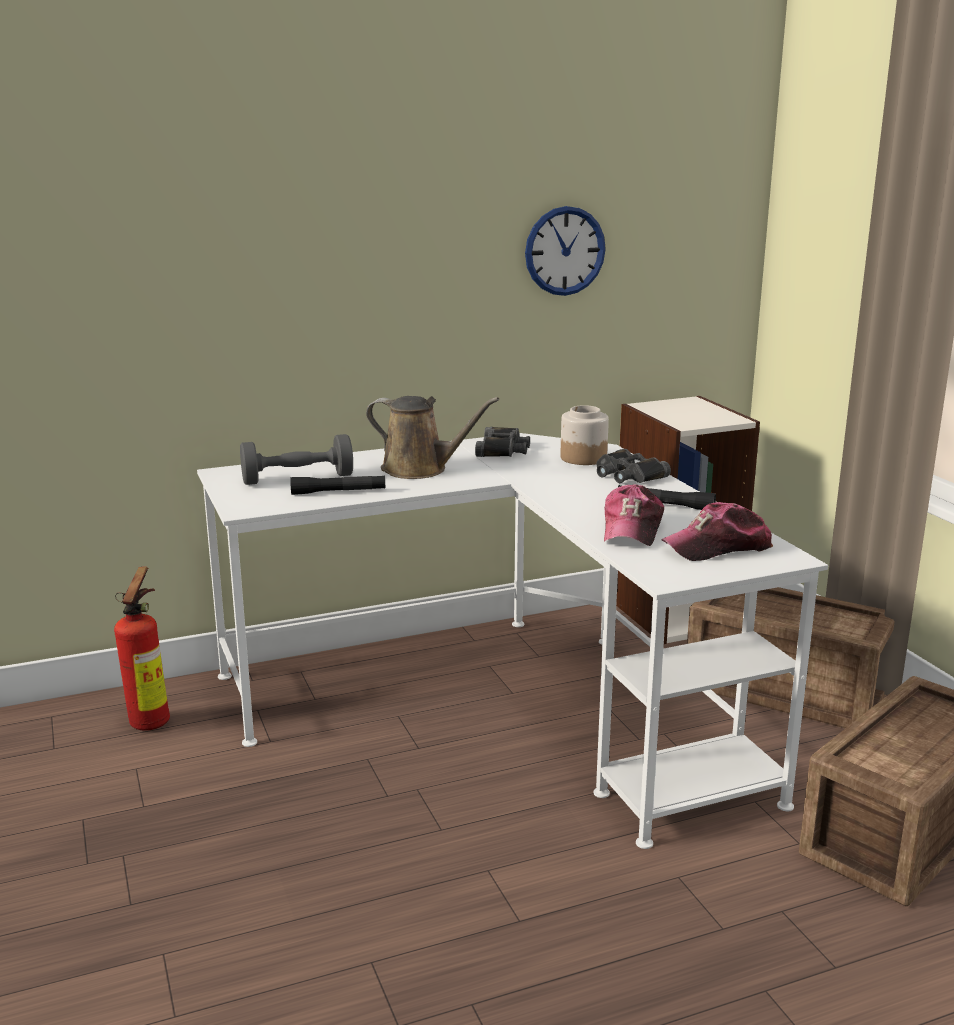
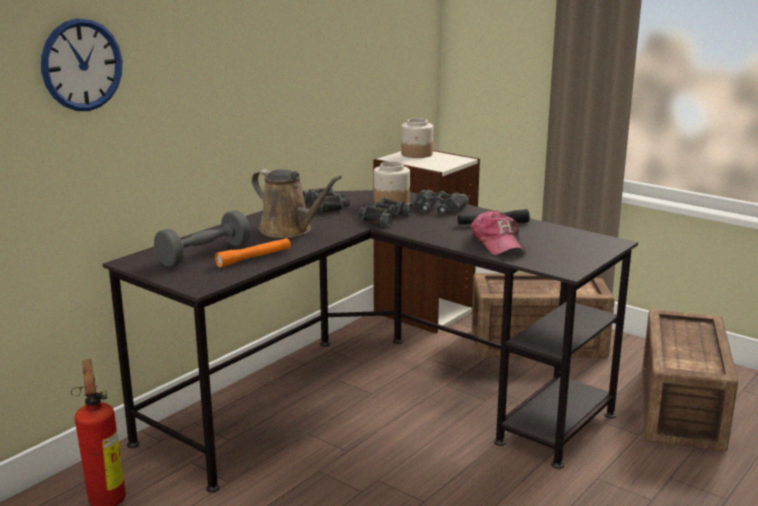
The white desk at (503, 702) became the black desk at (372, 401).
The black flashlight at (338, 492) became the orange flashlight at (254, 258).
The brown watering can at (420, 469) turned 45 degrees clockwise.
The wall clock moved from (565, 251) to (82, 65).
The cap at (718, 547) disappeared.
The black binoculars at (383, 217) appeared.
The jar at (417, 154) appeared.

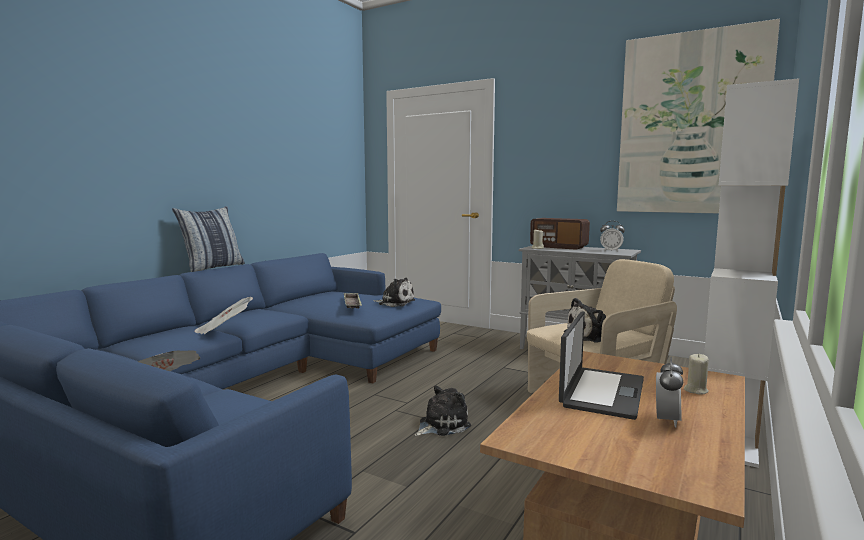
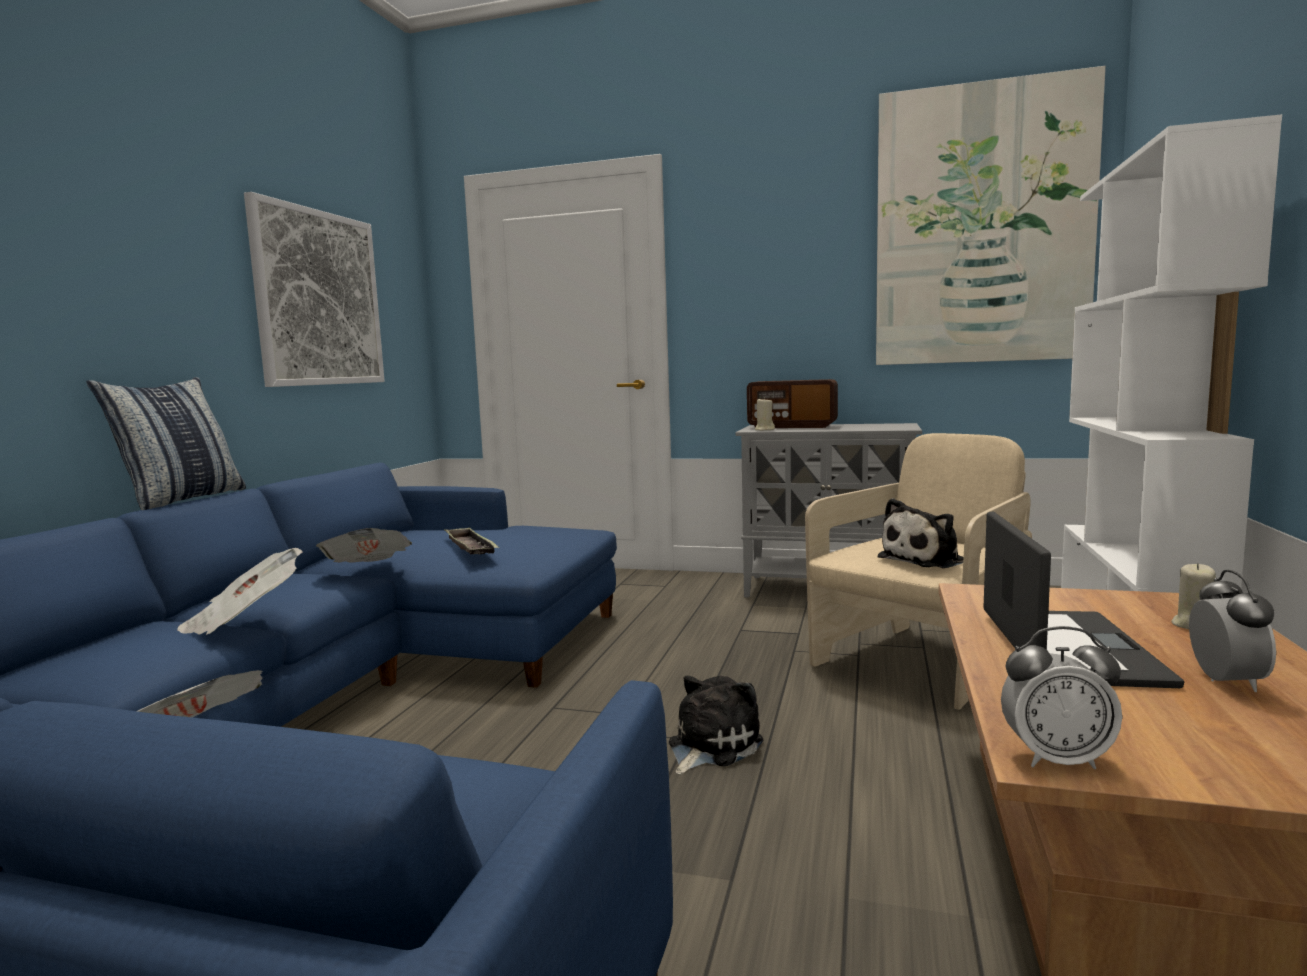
The plush toy at (395, 303) disappeared.
The alarm clock moved from (611, 251) to (1056, 759).
The picture at (319, 298) appeared.
The newspaper at (368, 571) appeared.

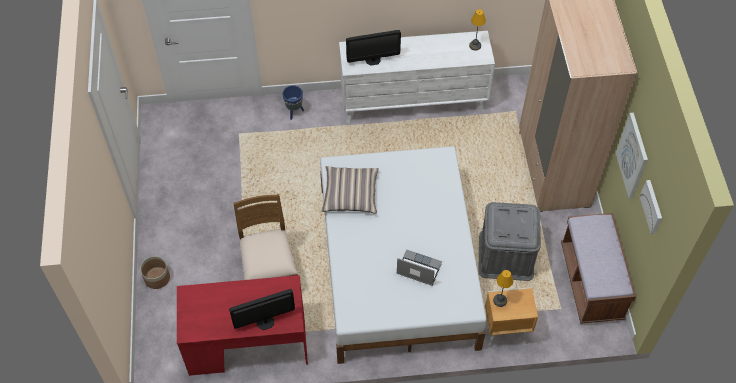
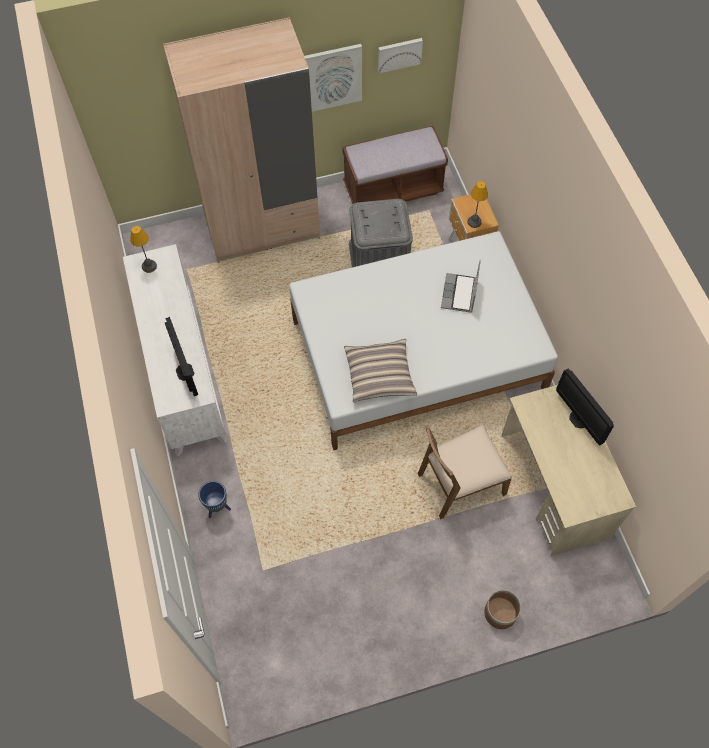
The red desk at (247, 344) became the beige desk at (554, 485).

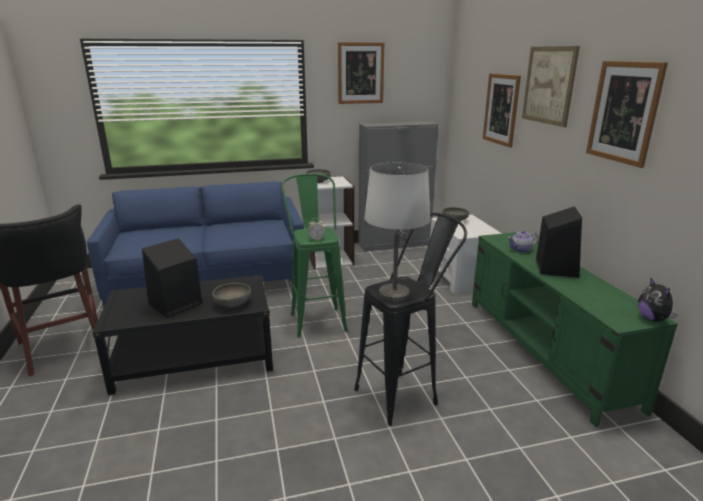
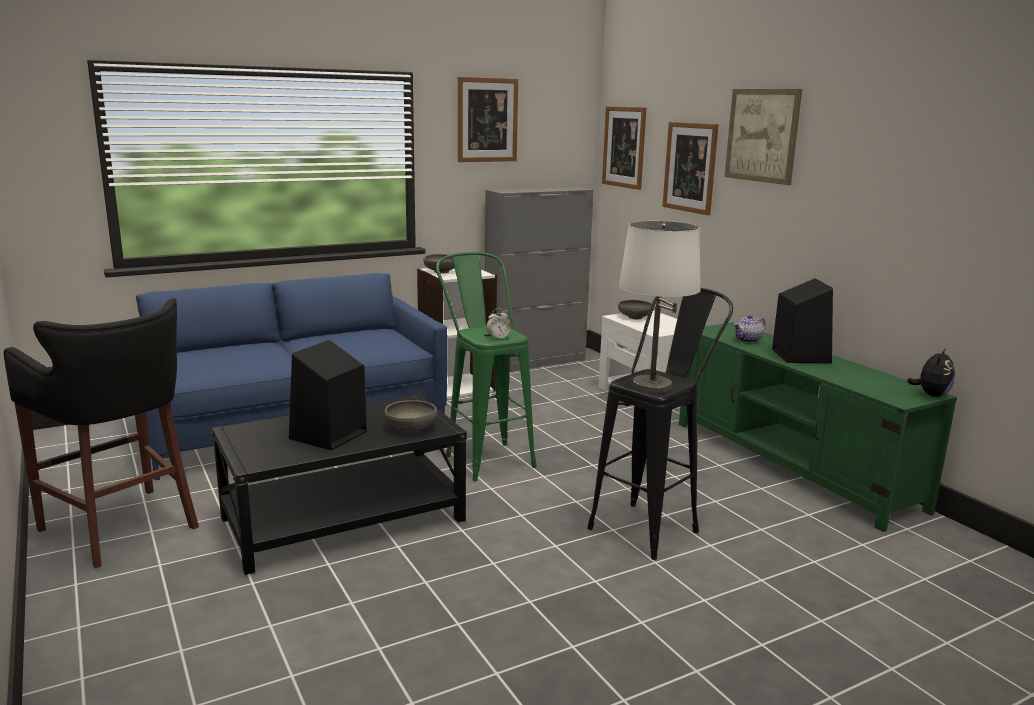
The picture moved from (624, 112) to (624, 147).
The plush toy at (653, 319) turned 120 degrees counterclockwise.

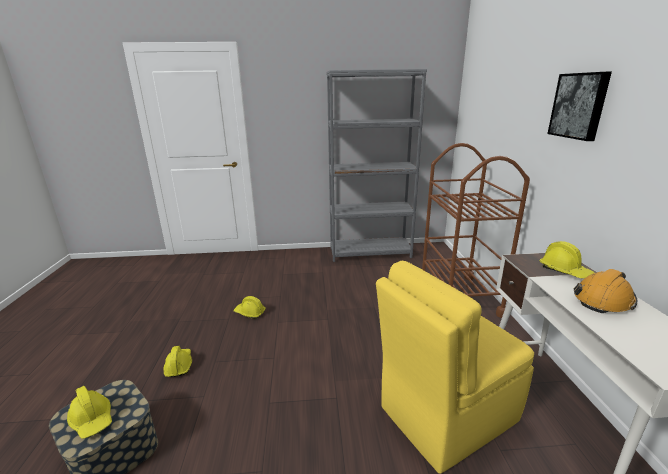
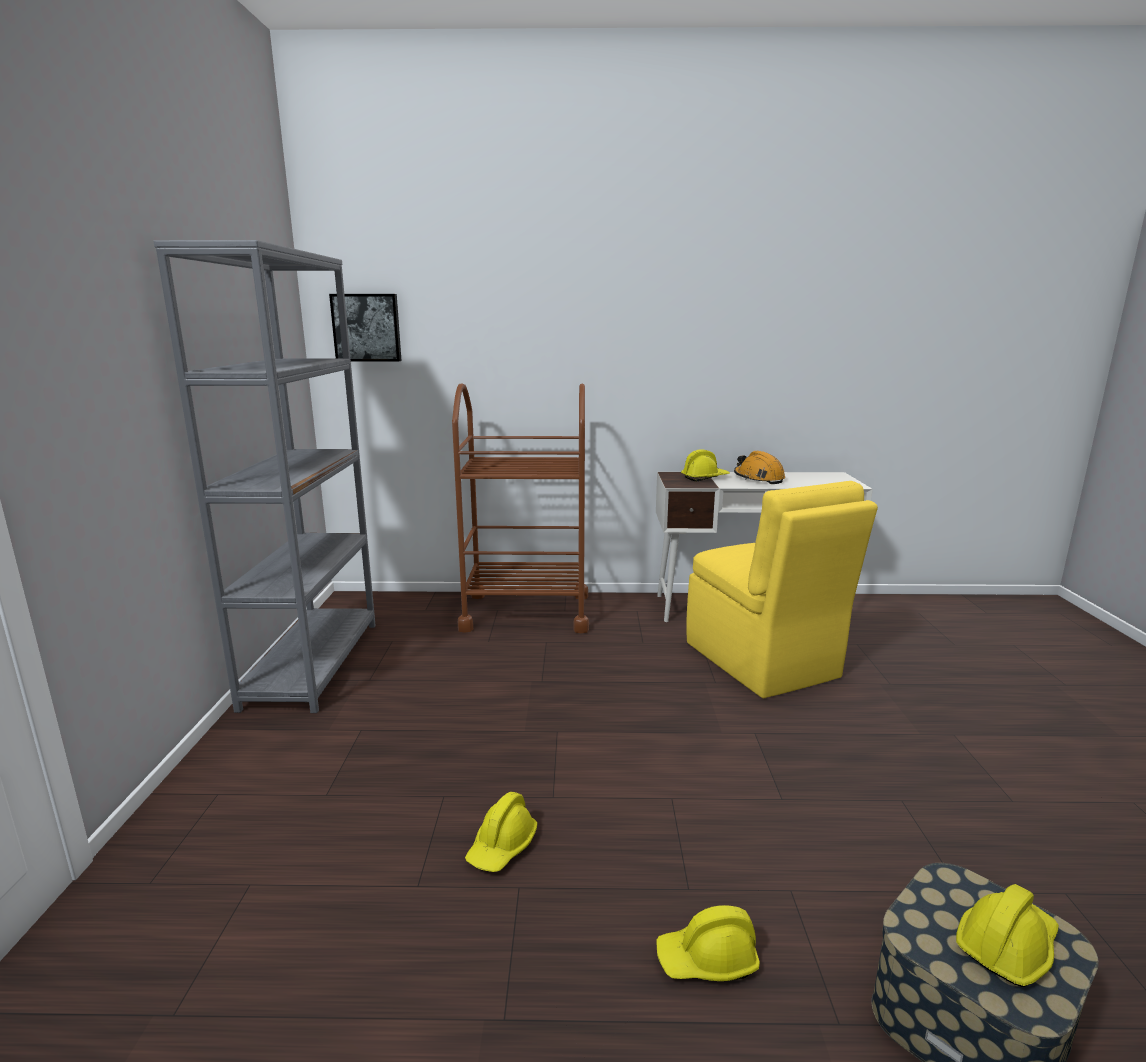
The picture moved from (579, 106) to (367, 327).

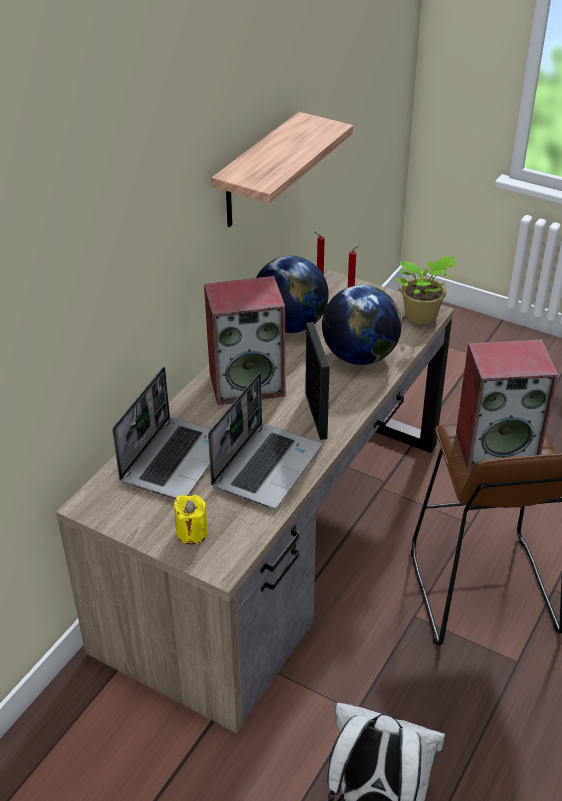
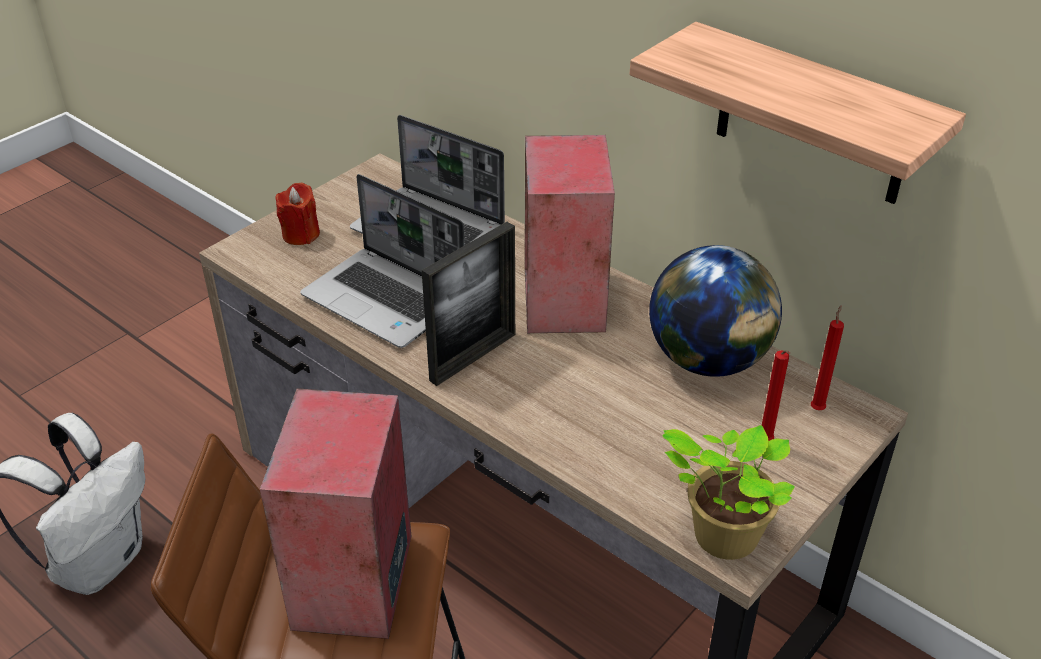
The yellow candle at (192, 532) became the red candle at (301, 234).
The picture frame at (316, 415) turned 45 degrees counterclockwise.
The globe at (360, 356) disappeared.

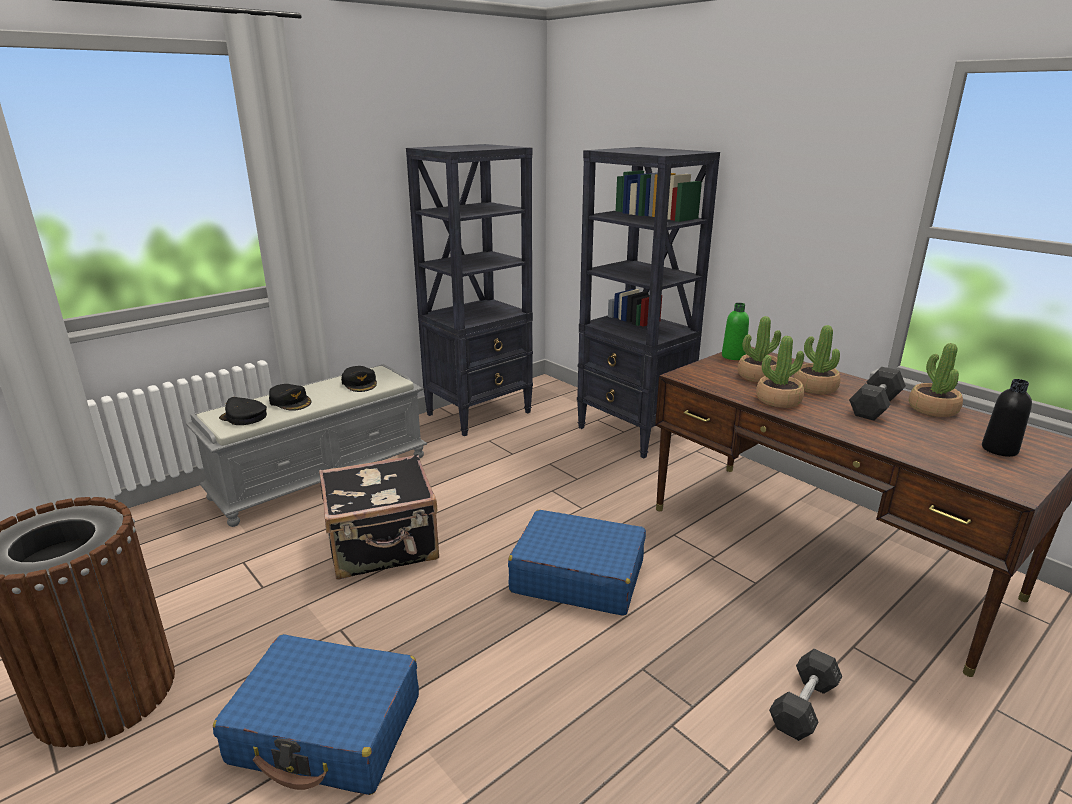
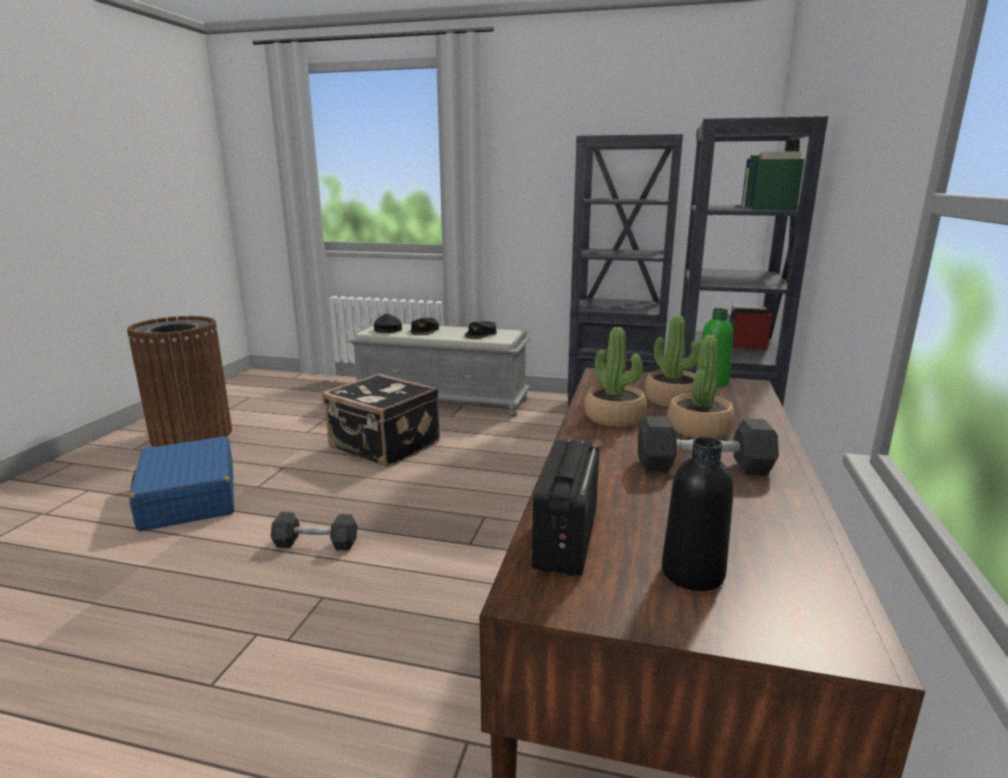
The blue suitcase at (577, 576) disappeared.
The grey dumbbell moved from (803, 706) to (316, 544).
The potted plant at (932, 409) disappeared.
The radio at (566, 539) appeared.

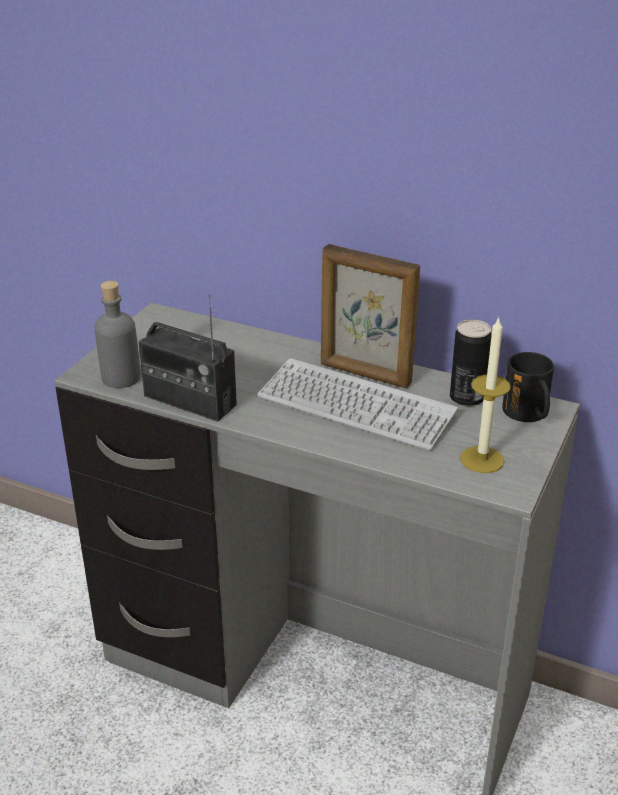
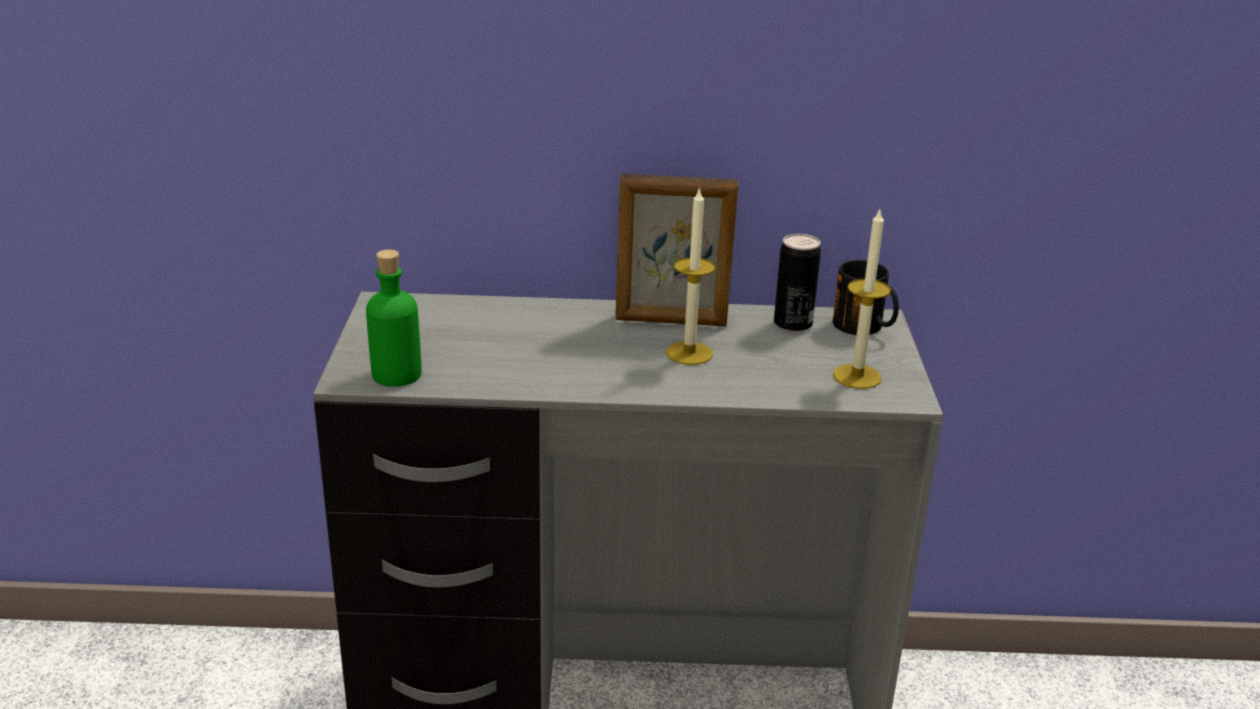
The grey bottle at (121, 377) became the green bottle at (396, 374).
The radio at (189, 401) disappeared.
The keyboard at (356, 406) was replaced by the candle at (689, 353).

